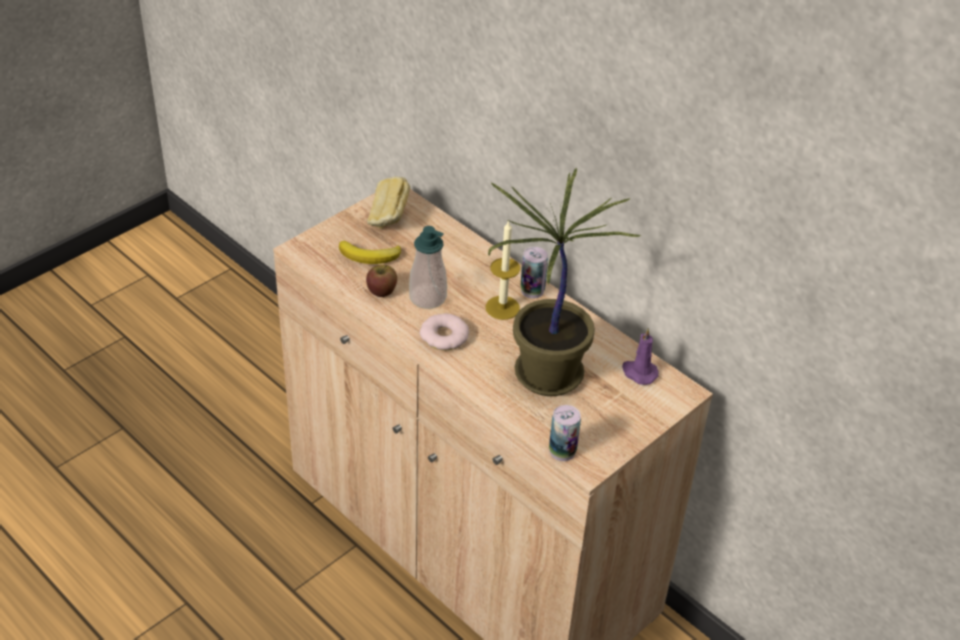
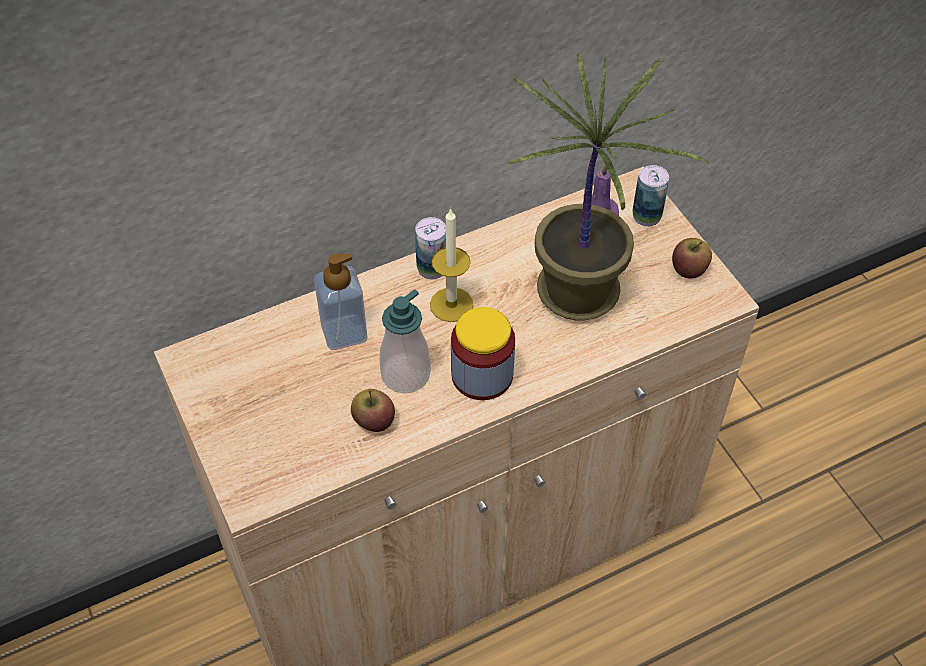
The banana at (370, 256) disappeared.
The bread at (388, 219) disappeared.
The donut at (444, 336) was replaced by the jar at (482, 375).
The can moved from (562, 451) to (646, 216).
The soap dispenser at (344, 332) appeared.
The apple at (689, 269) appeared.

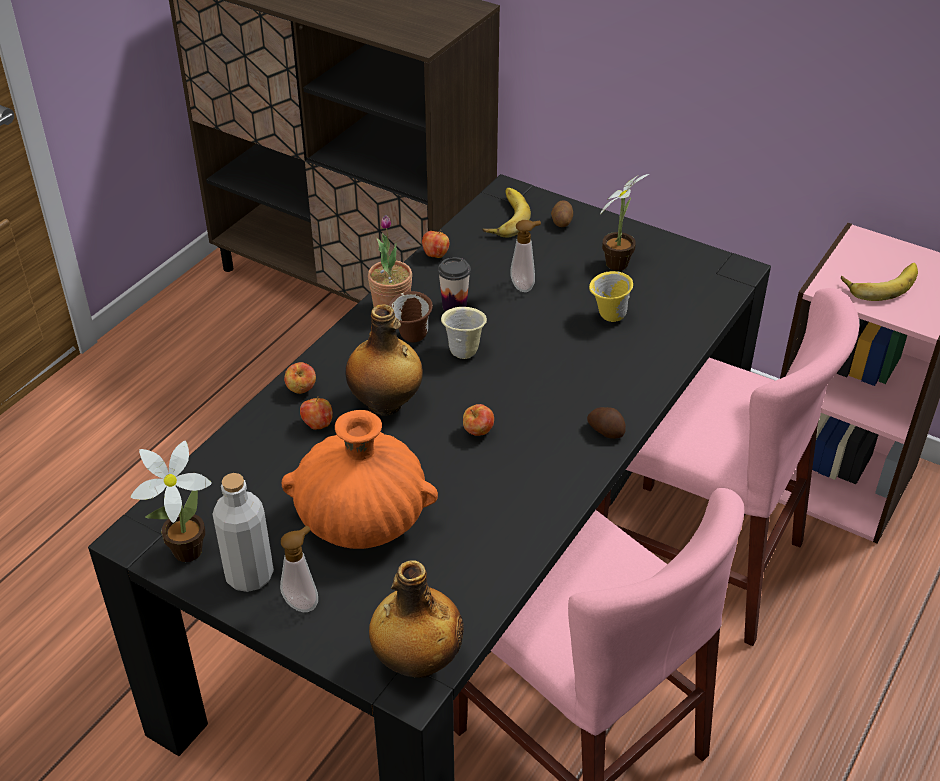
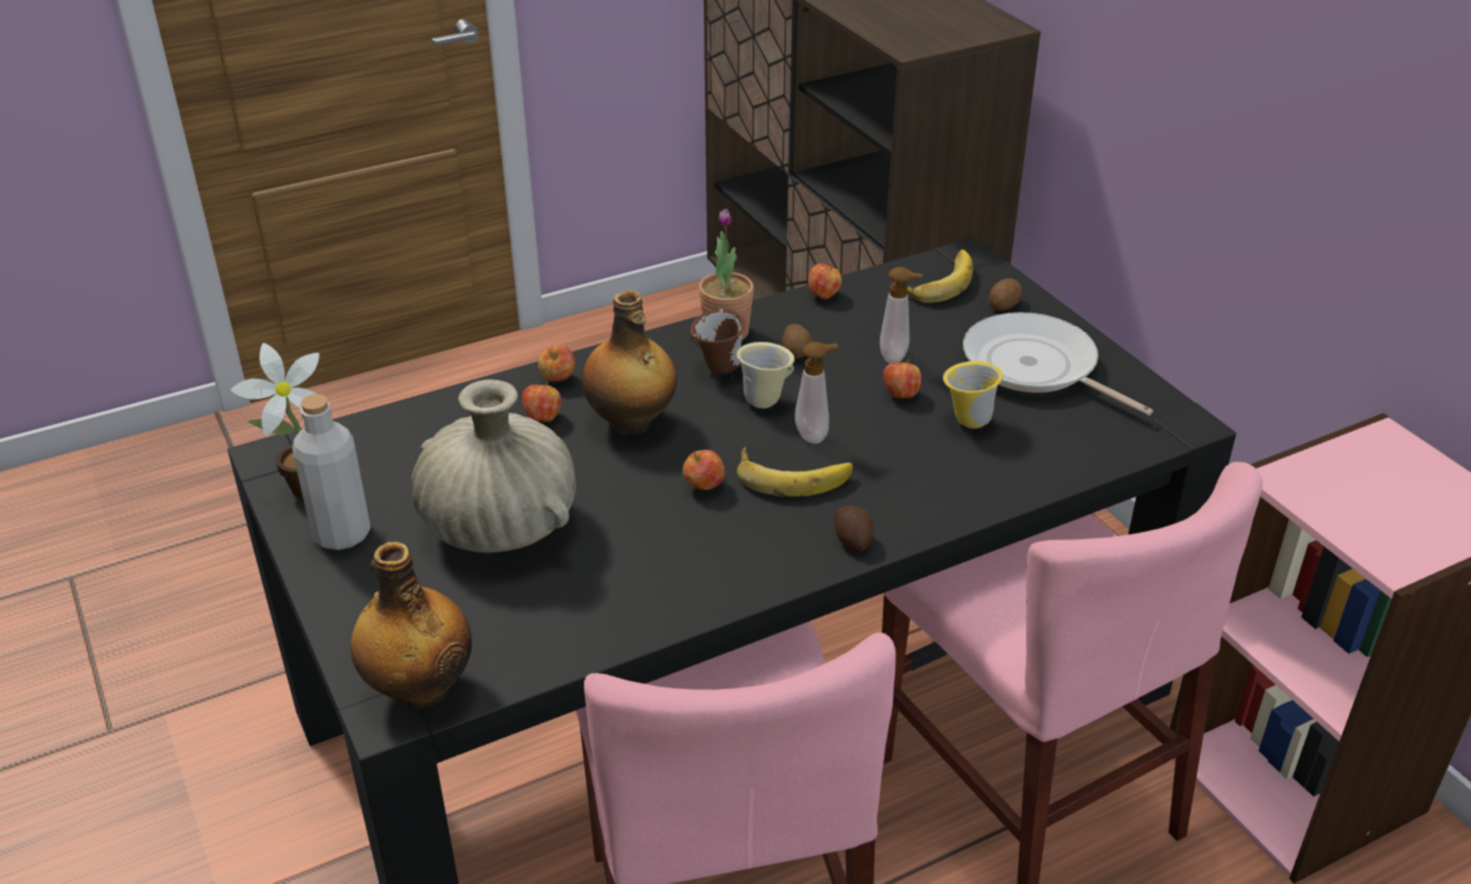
The soap dispenser moved from (303, 601) to (814, 435).
The orange vase at (362, 519) became the beige vase at (500, 526).
The cup at (454, 306) was replaced by the potato at (796, 352).
The potted plant at (619, 262) was replaced by the frying pan at (1035, 367).
The banana moved from (880, 283) to (793, 474).
The apple at (900, 395) appeared.

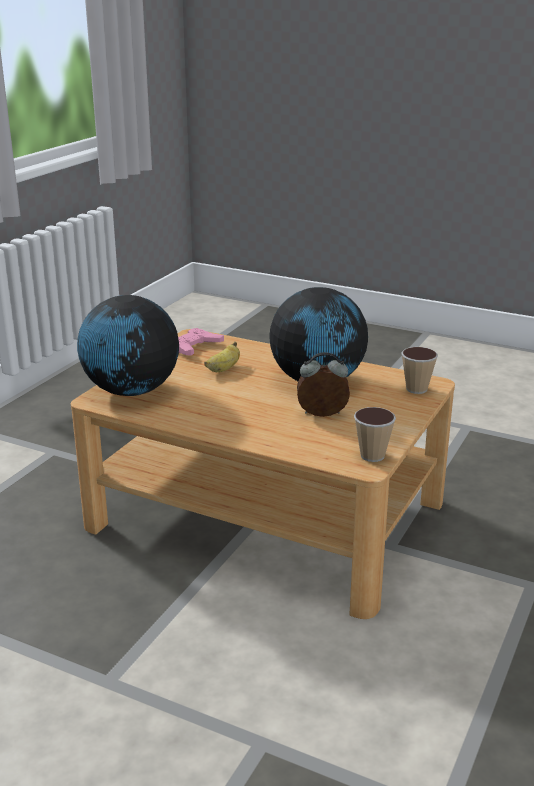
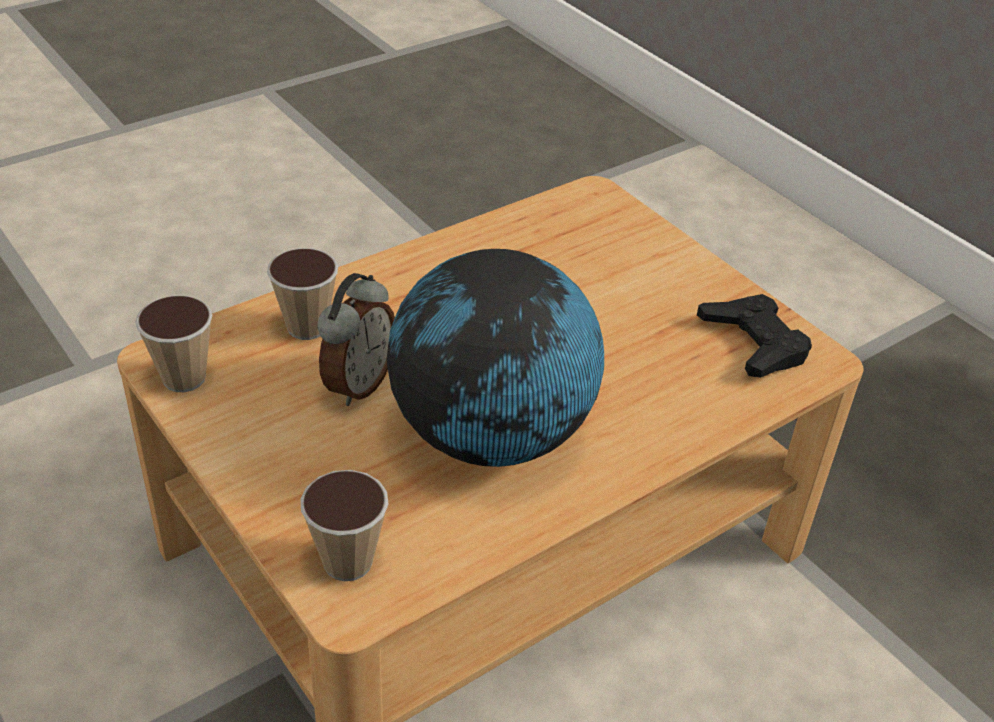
The globe at (131, 391) disappeared.
The pink game controller at (194, 347) became the black game controller at (754, 343).
The banana at (223, 369) disappeared.
The cup at (307, 327) appeared.

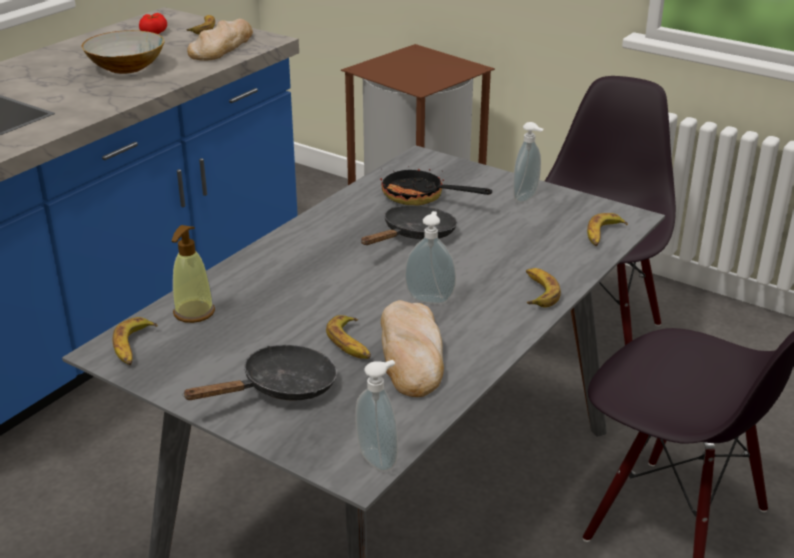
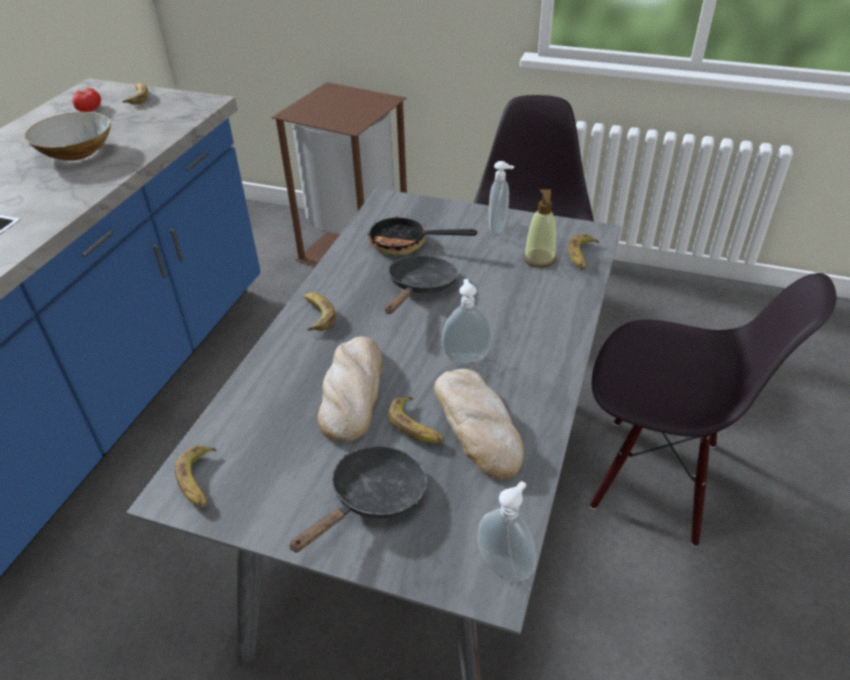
The soap dispenser moved from (194, 312) to (539, 259).
The bread moved from (221, 46) to (352, 391).
The banana moved from (538, 292) to (316, 315).

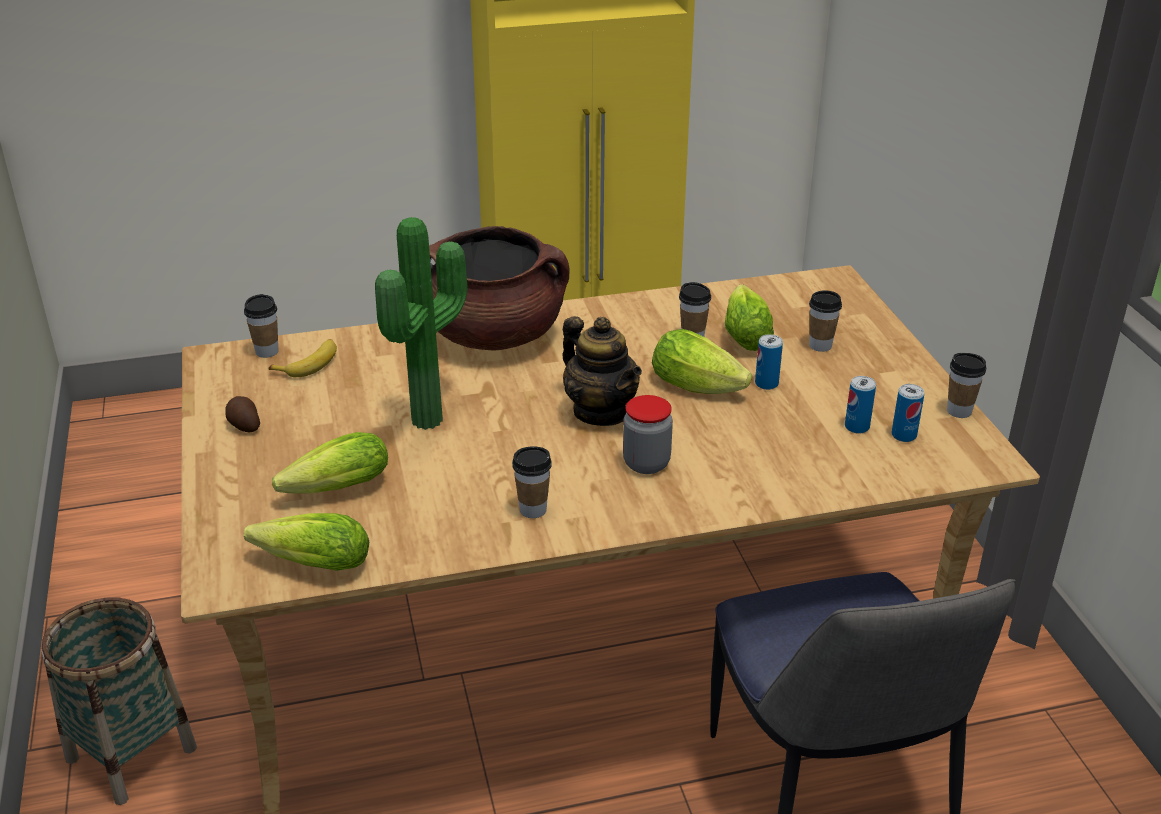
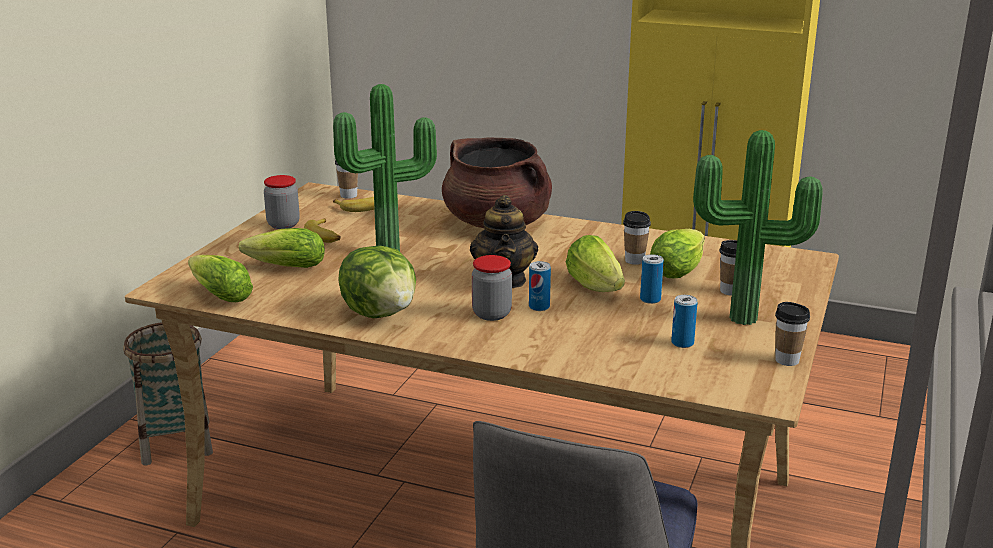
The potato at (244, 425) was replaced by the jar at (283, 224).
The cup at (533, 510) was replaced by the lettuce at (381, 313).
The can moved from (904, 435) to (539, 307).
The banana at (325, 236) appeared.
The potted plant at (744, 321) appeared.

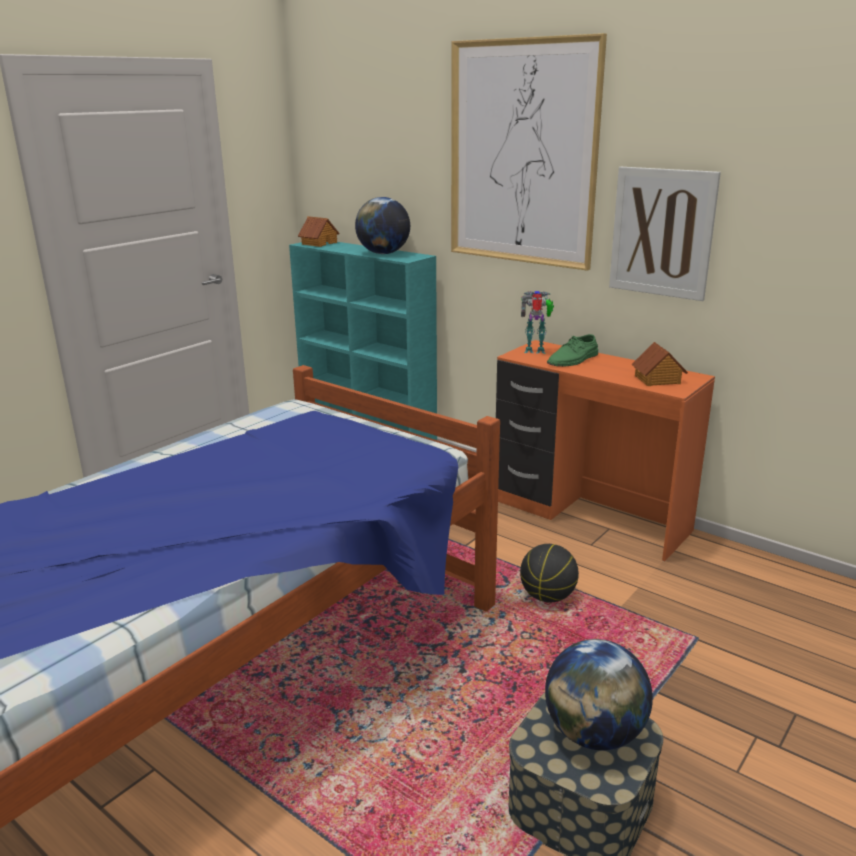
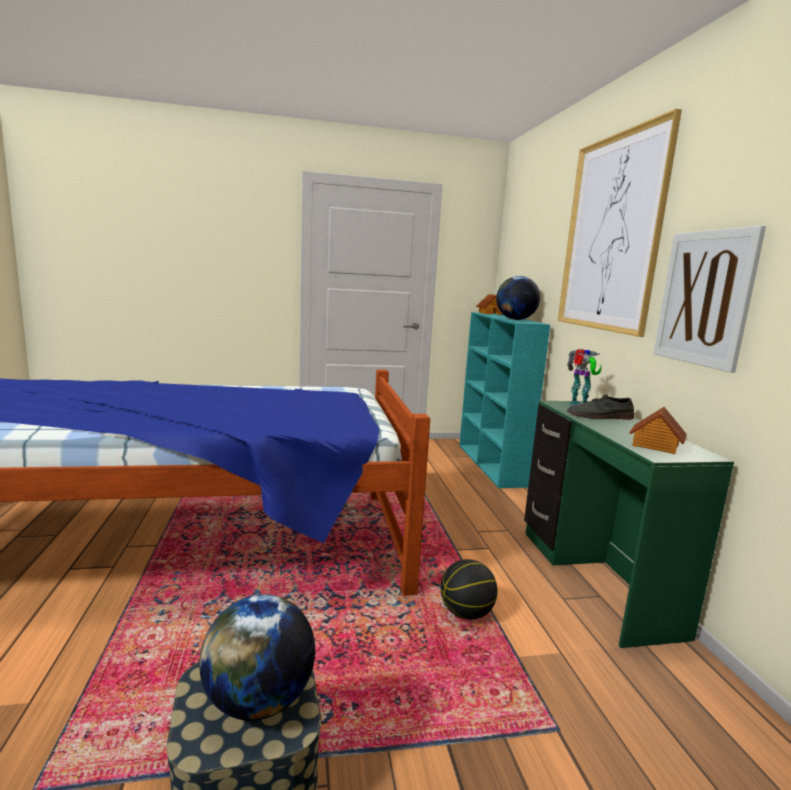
The orange desk at (589, 517) became the green desk at (593, 579).
The green shoe at (573, 360) became the grey shoe at (600, 416).

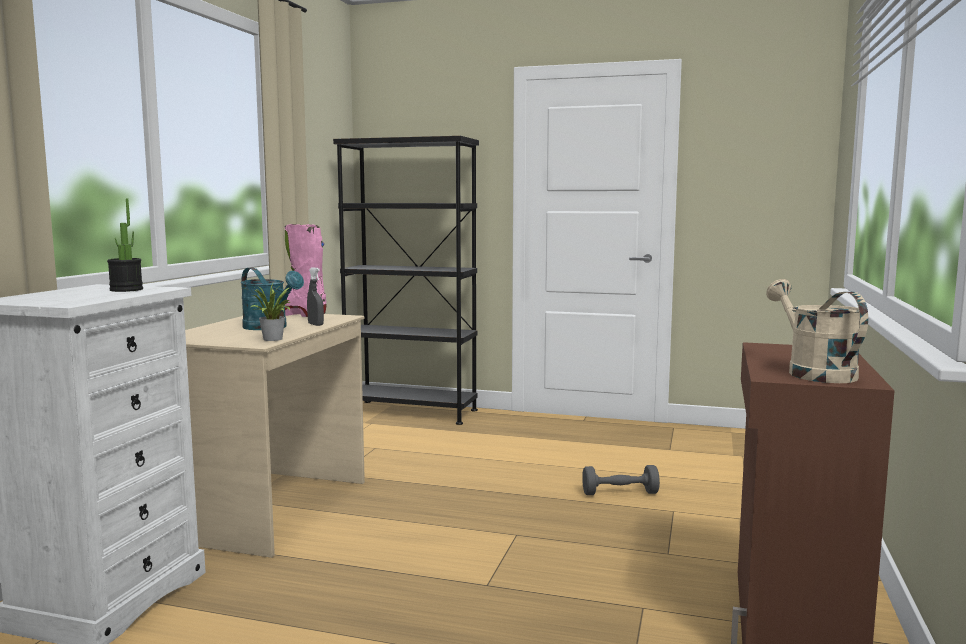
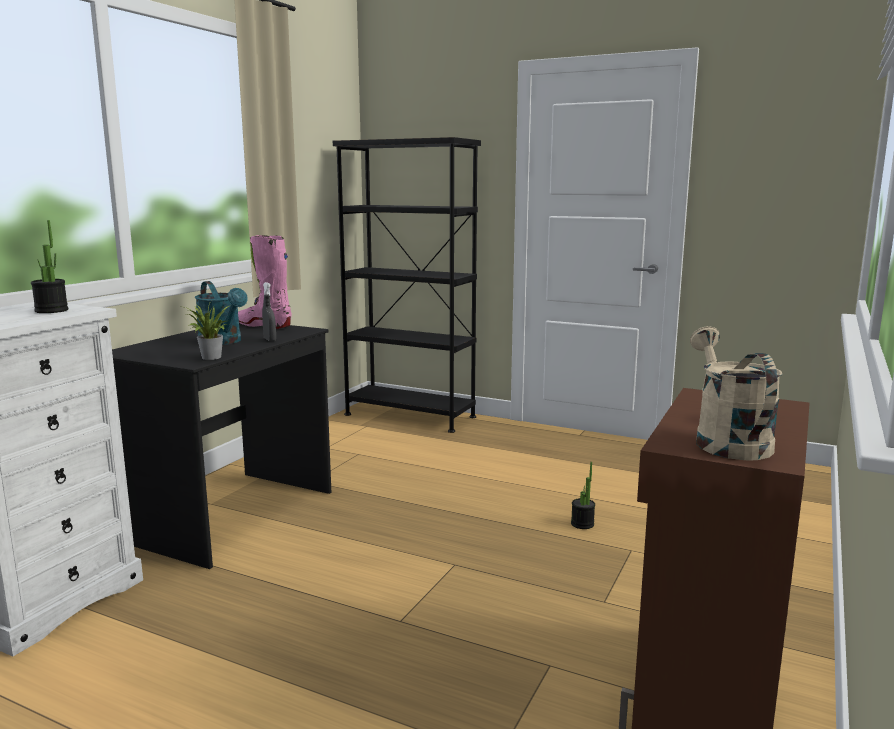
The beige desk at (271, 509) became the black desk at (232, 515).
The grey dumbbell at (620, 493) was replaced by the potted plant at (582, 524).

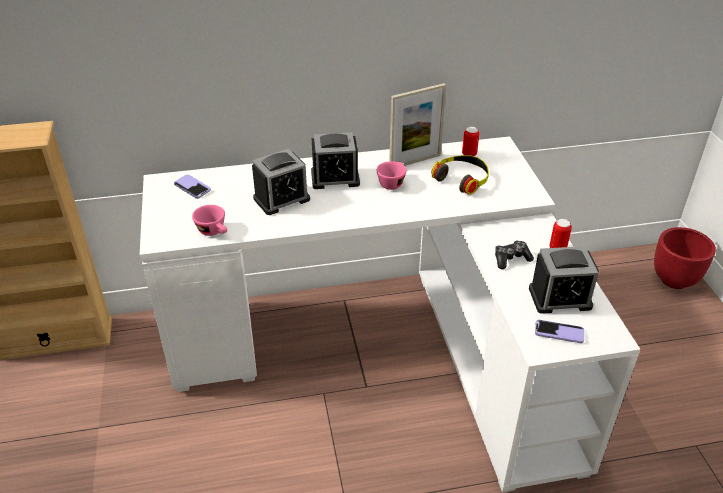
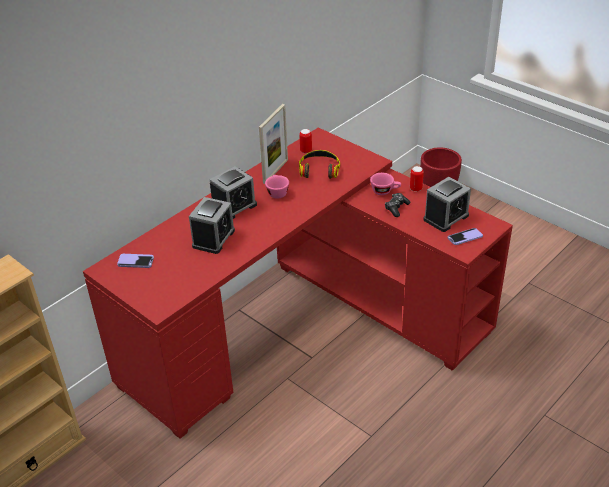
The white desk at (388, 348) became the red desk at (302, 325).
The pink cup moved from (214, 232) to (385, 191).

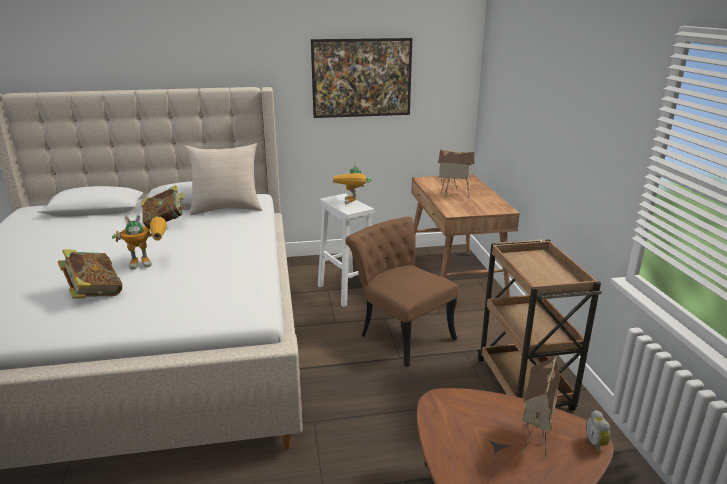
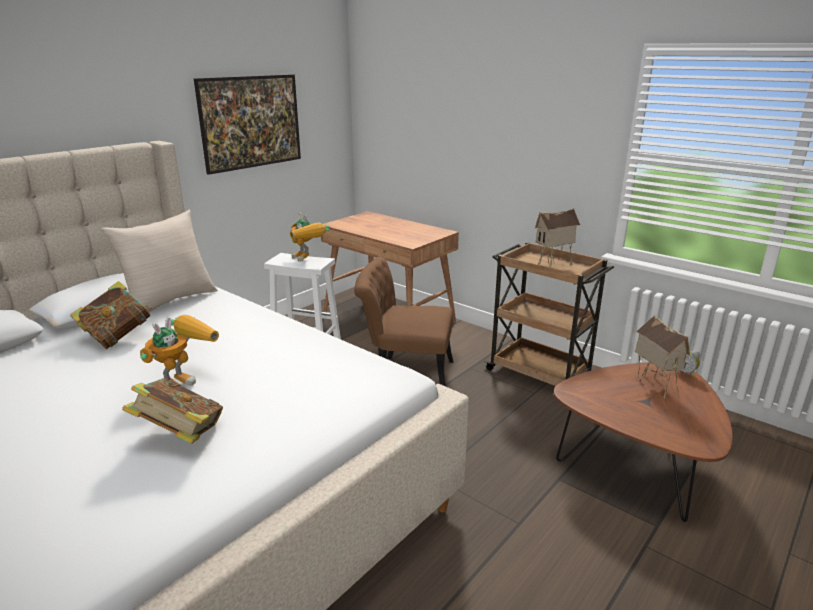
The toy house moved from (453, 195) to (554, 266).

